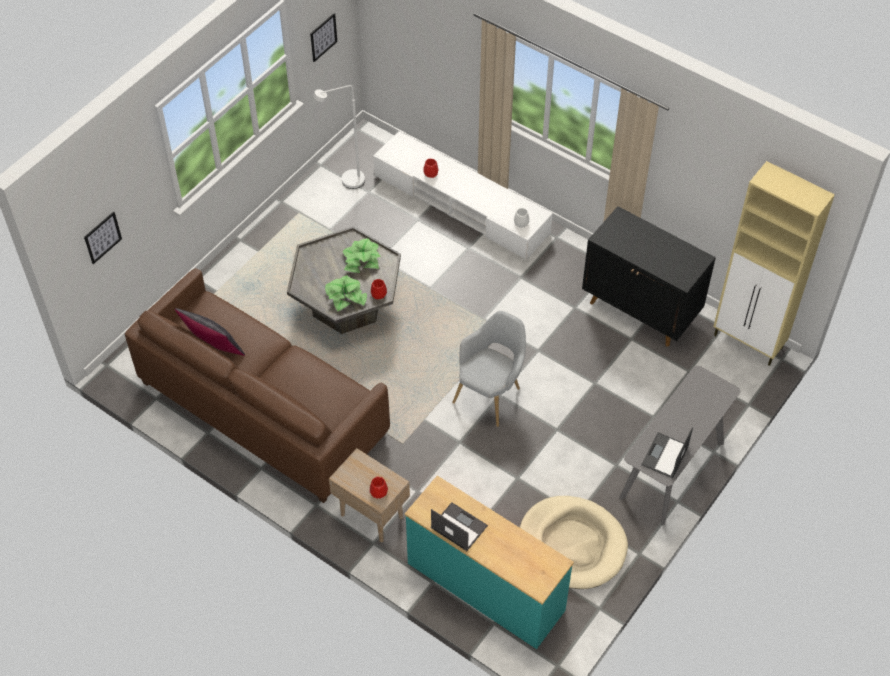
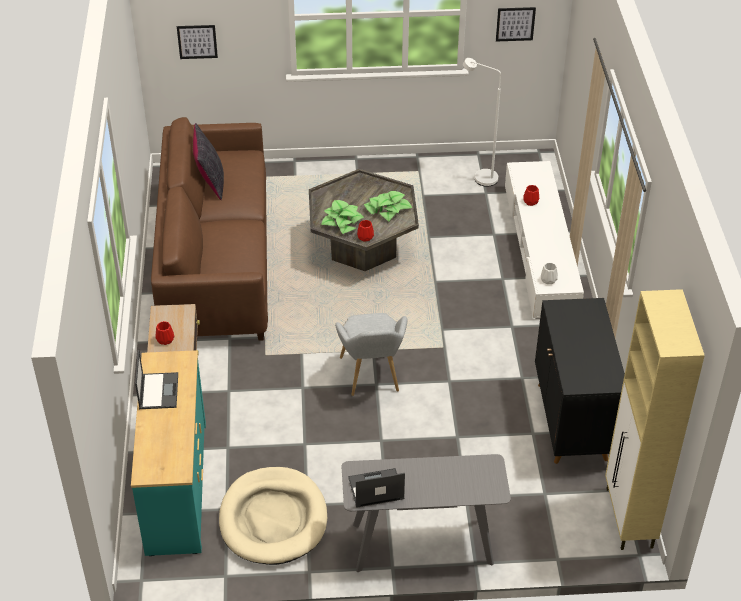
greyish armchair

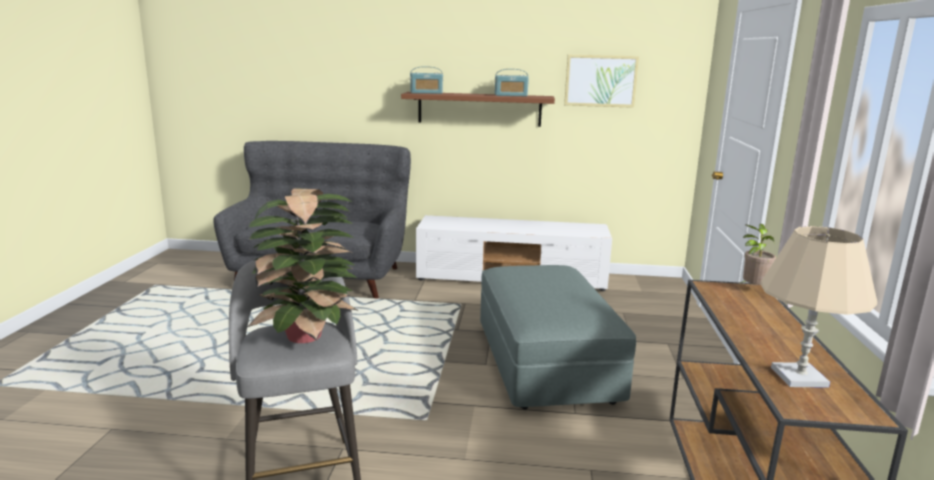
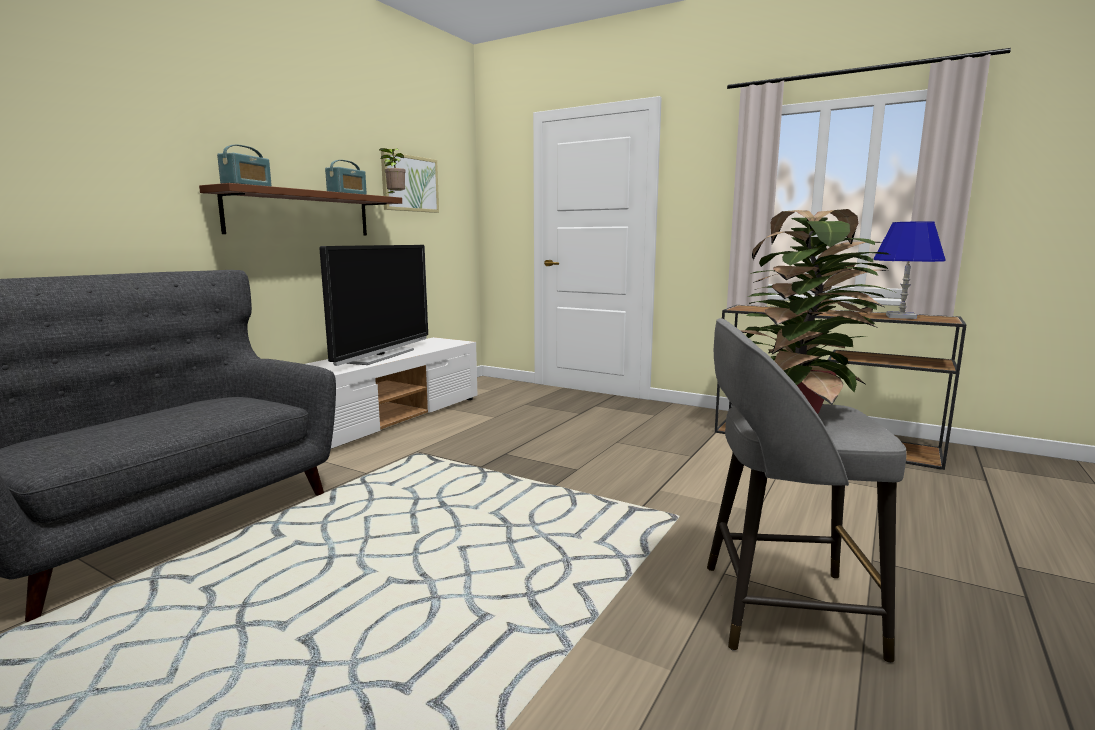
potted plant (1st from left); bluish lamp for a table; greyish pouffe; TV set

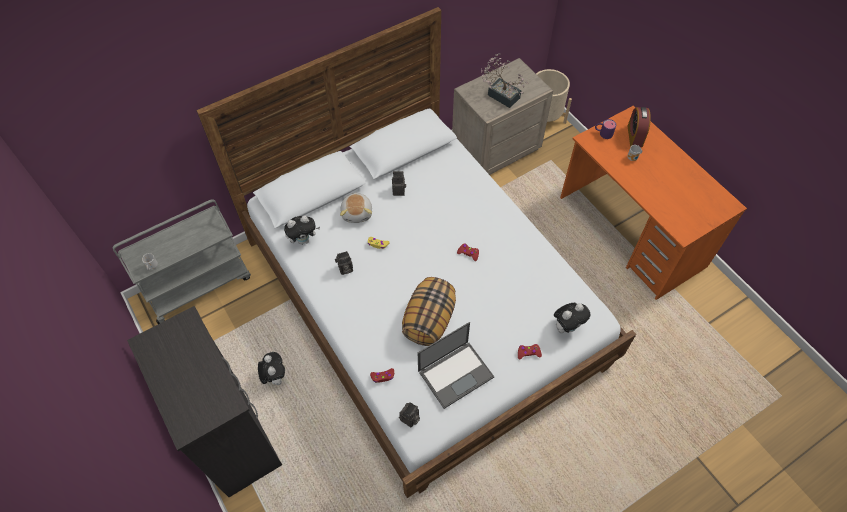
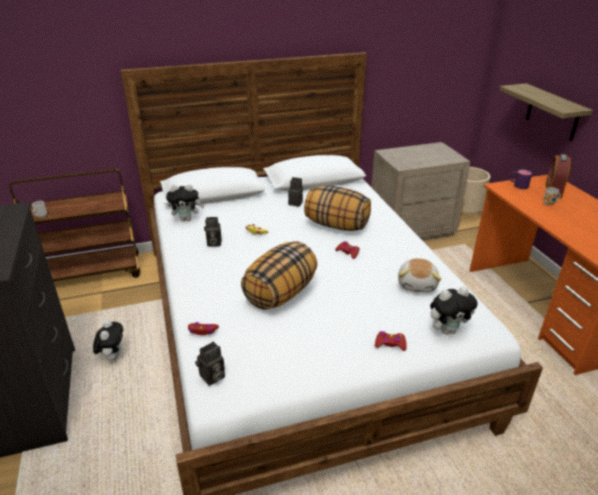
potted plant; cuddly toy (3rd from left); brownish trolley; notebook computer; bracket shelf; throw pillow (2nd from left)

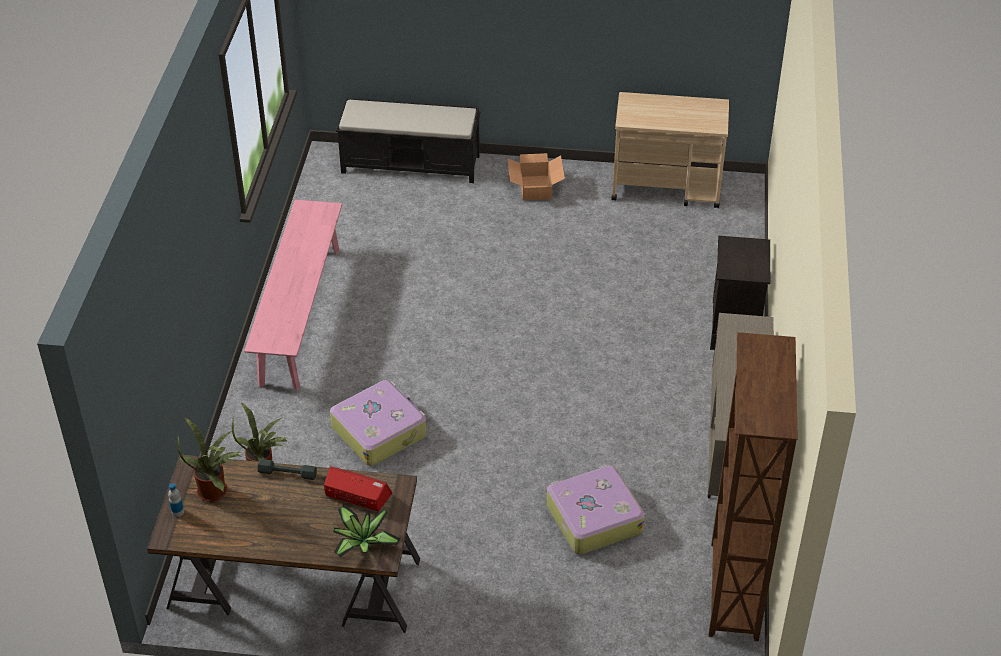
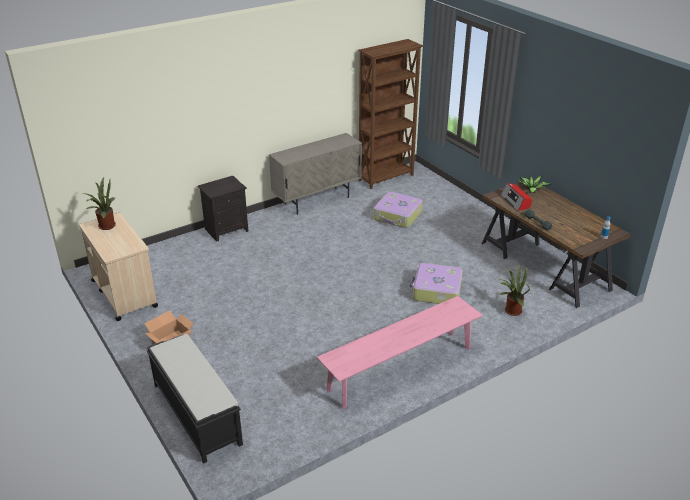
potted plant (1st from left)

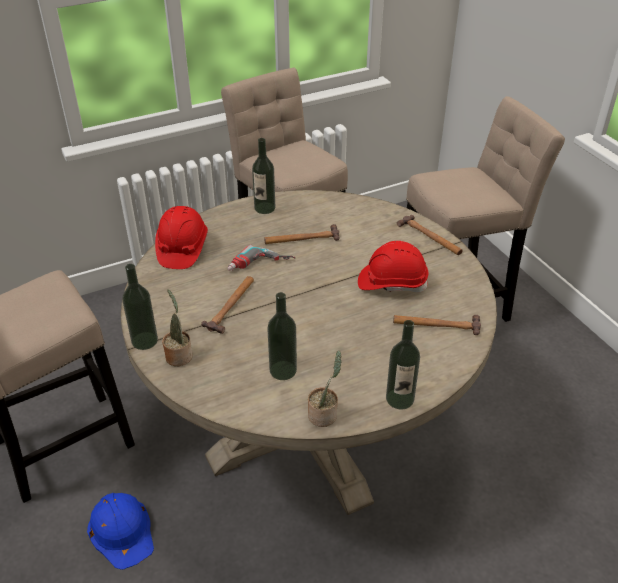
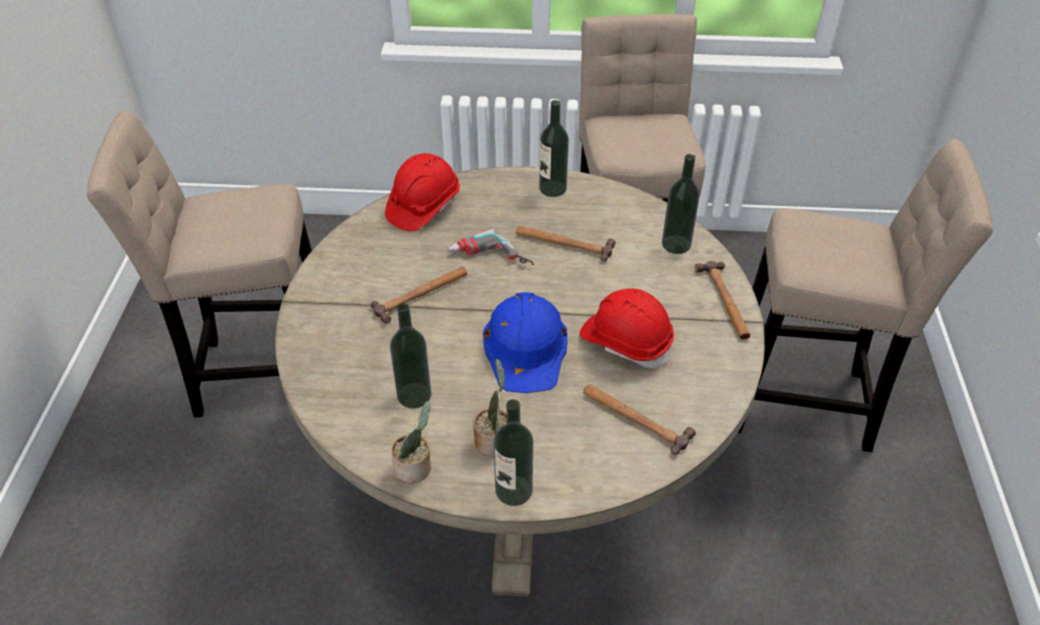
drink bottle (4th from left); potted plant (2nd from left); bluish safety helmet

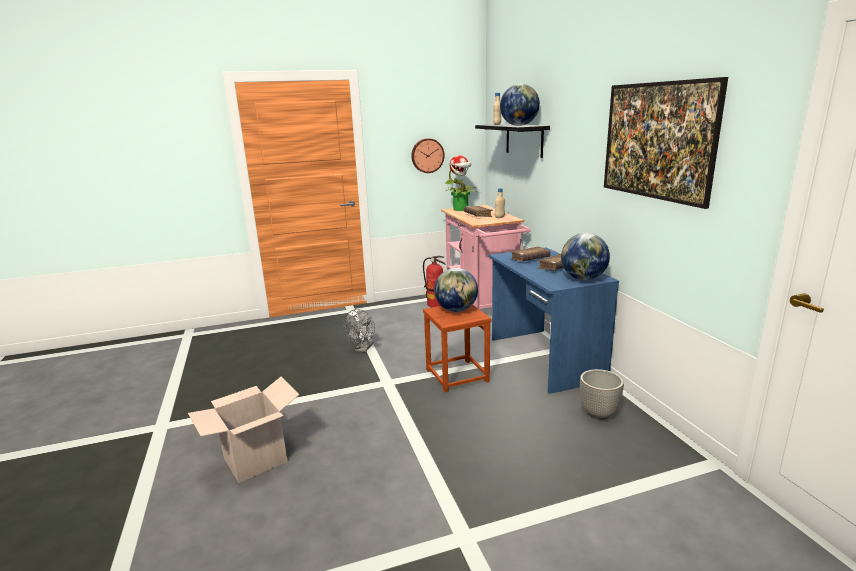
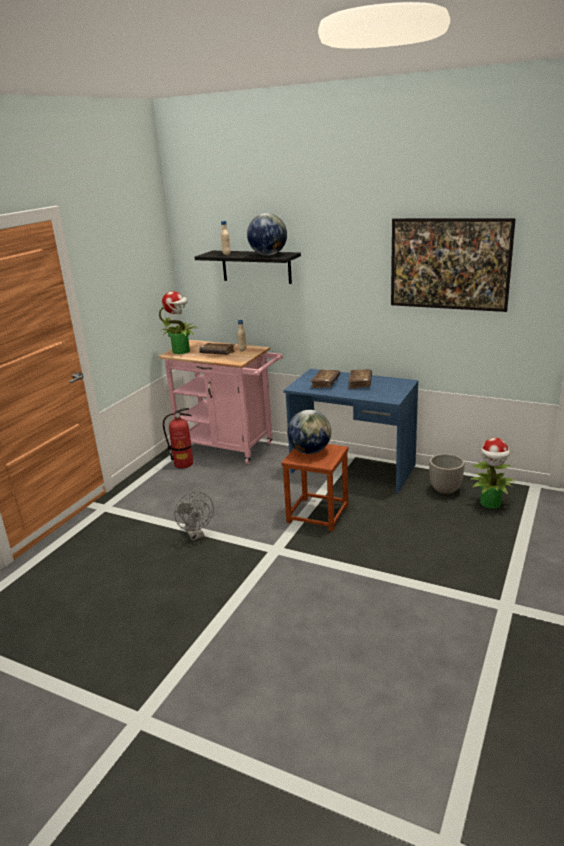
wall clock; world globe (3rd from left in the first image); packing box; potted plant (2nd from left)

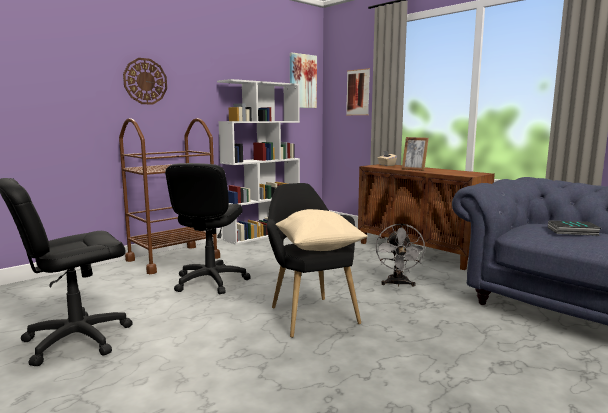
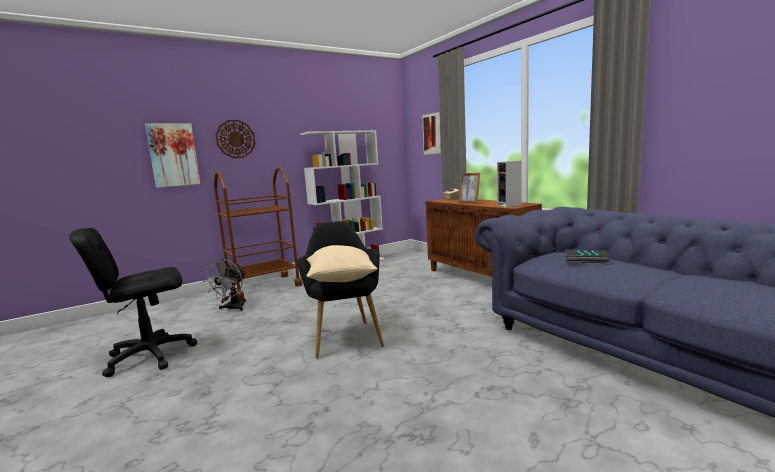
wall art (1st from left); black-coloured computer chair (2nd from left in the first image); greyish cooling fan; loudspeaker

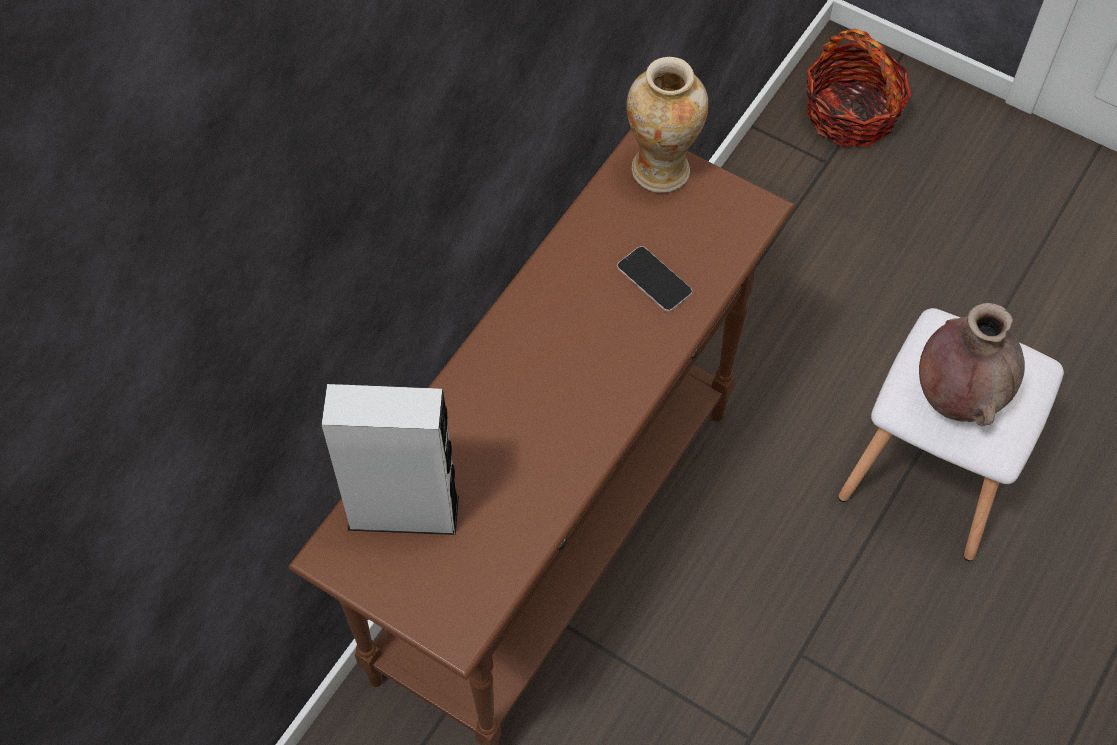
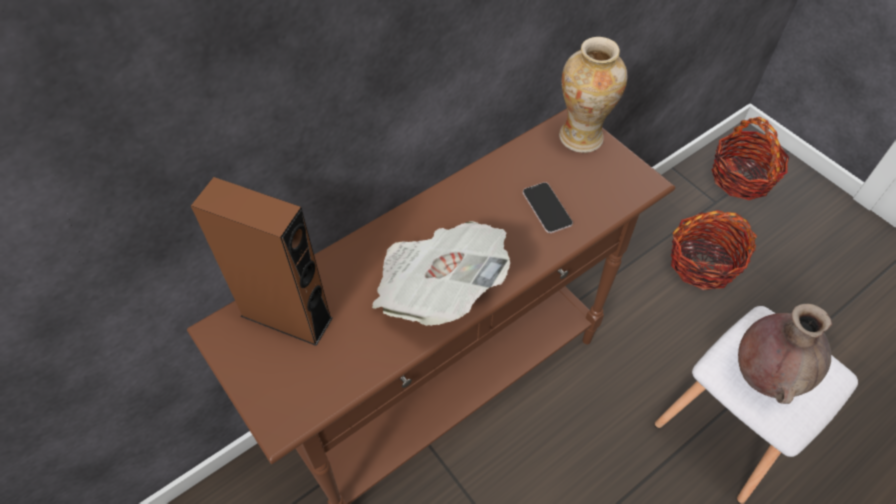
brownish loudspeaker; household basket (1st from left); newspaper

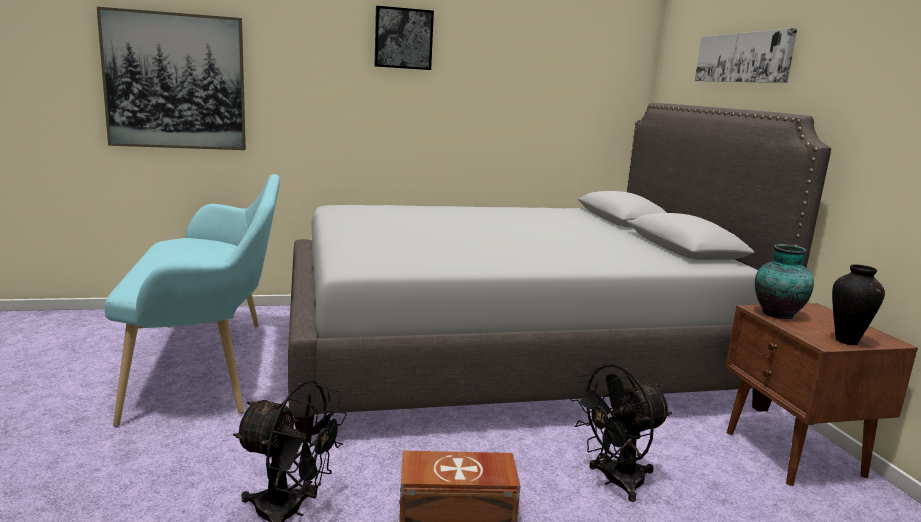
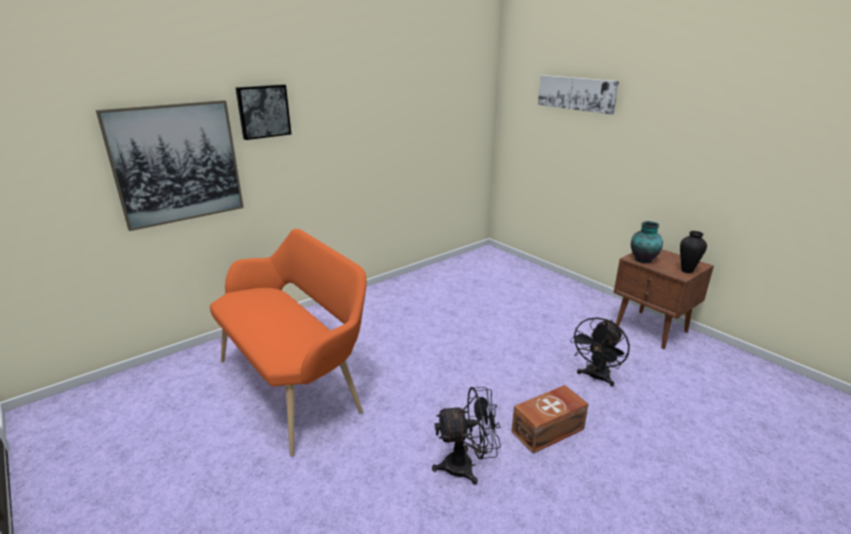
wall art (2nd from left); greyish sleeping bed; orange indoor bench

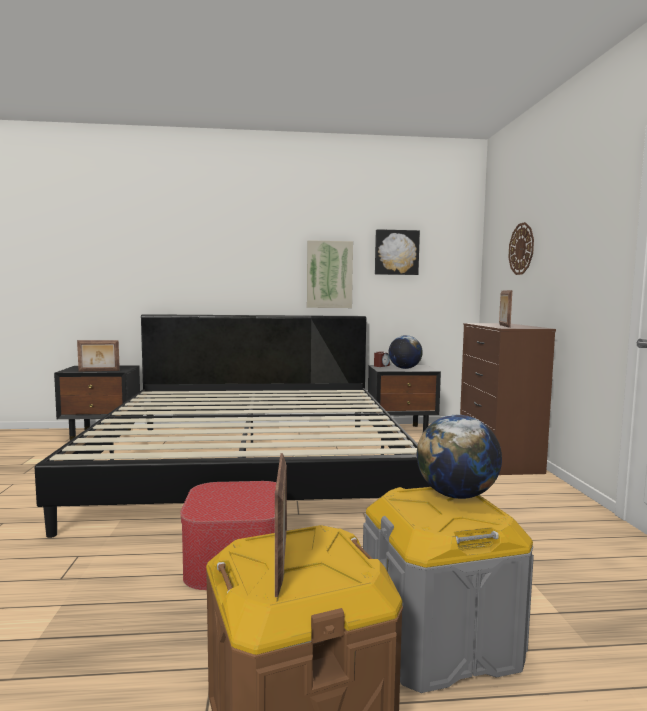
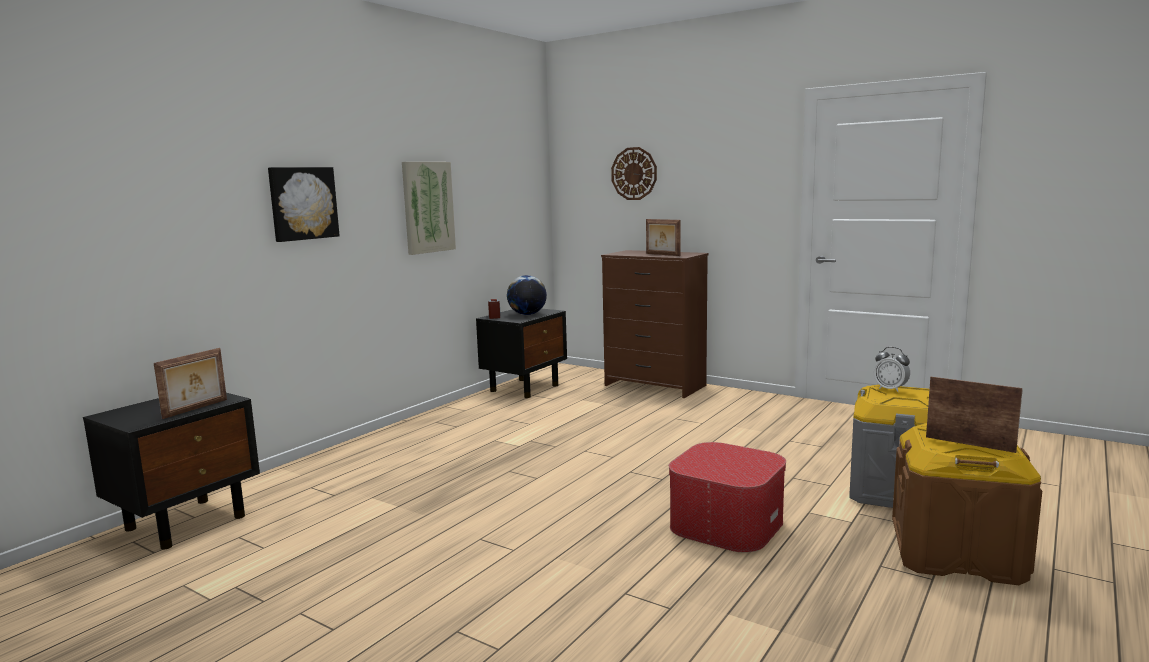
wall art (1st from left); sleeping bed; alarm clock (2nd from left)

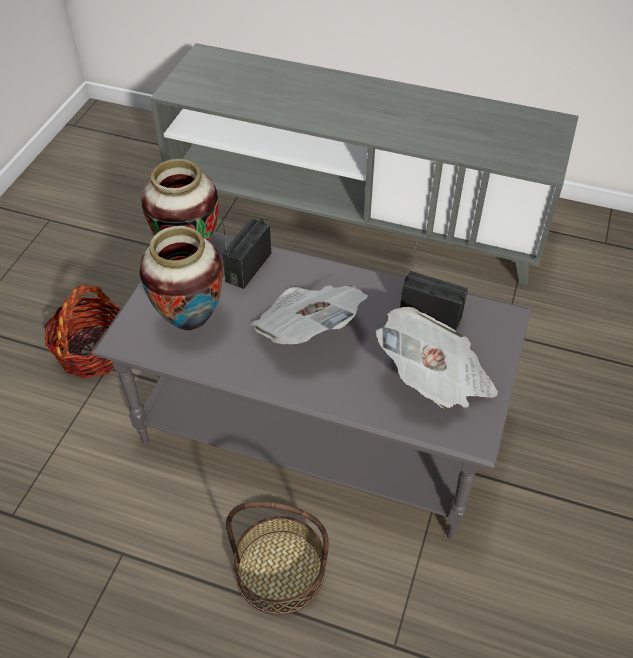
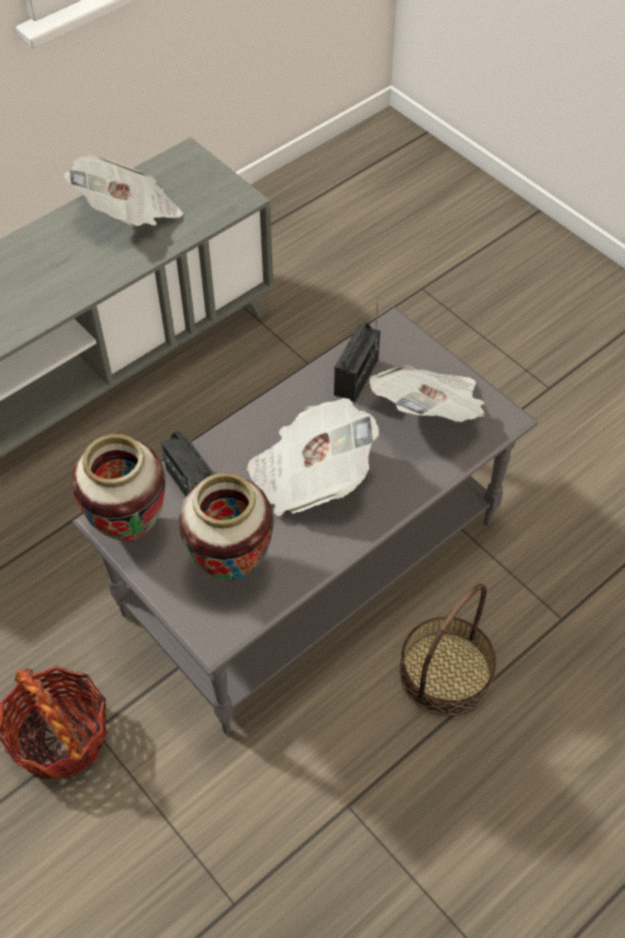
radio receiver (2nd from left); newspaper (1st from left)

